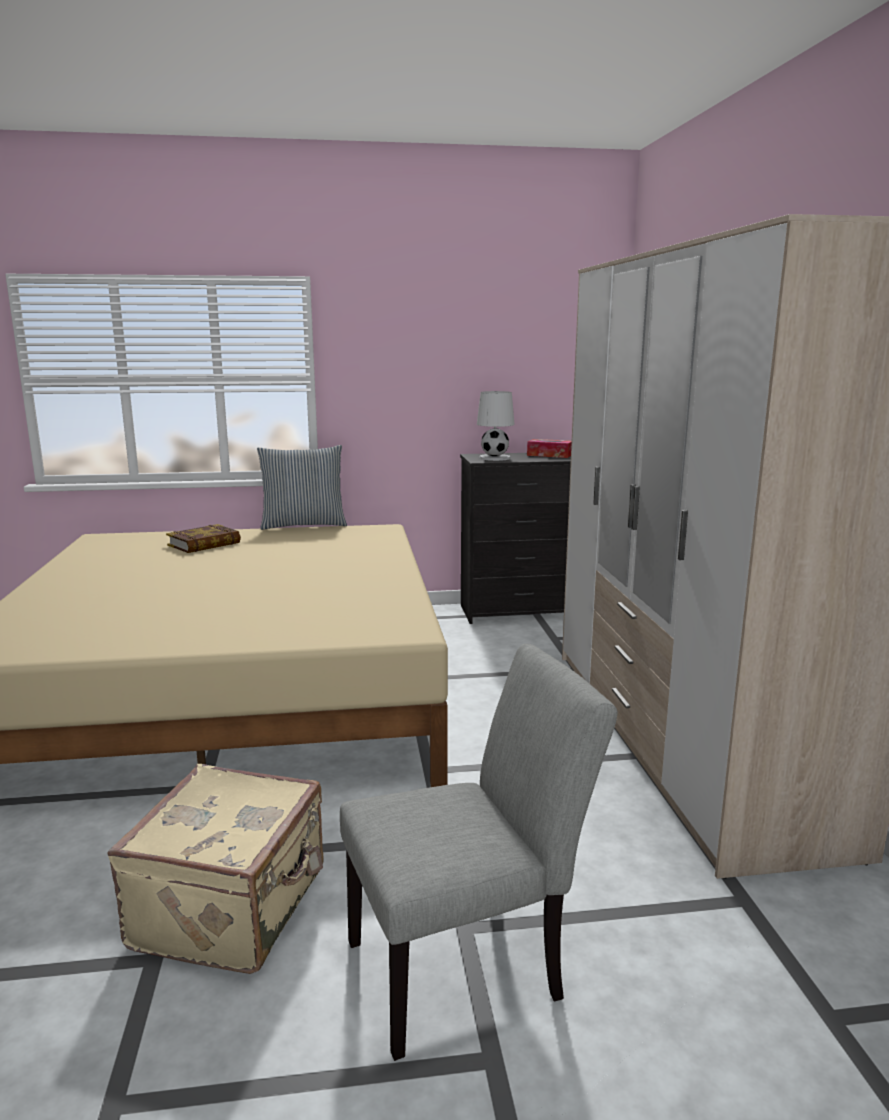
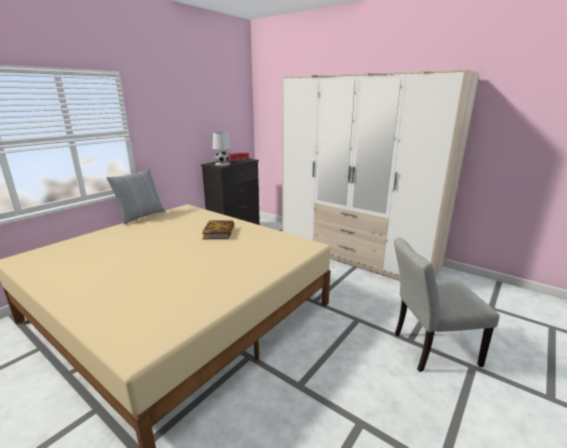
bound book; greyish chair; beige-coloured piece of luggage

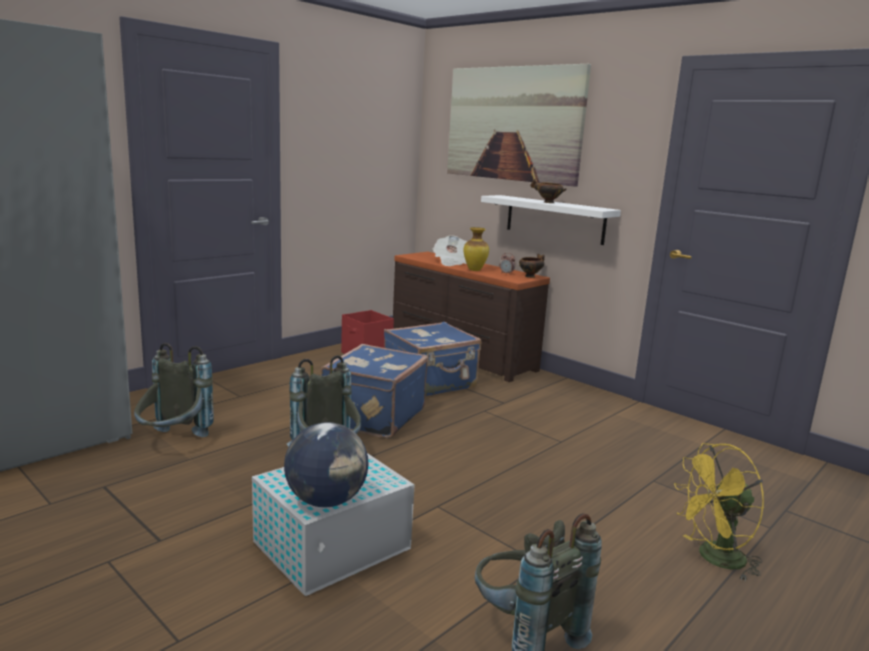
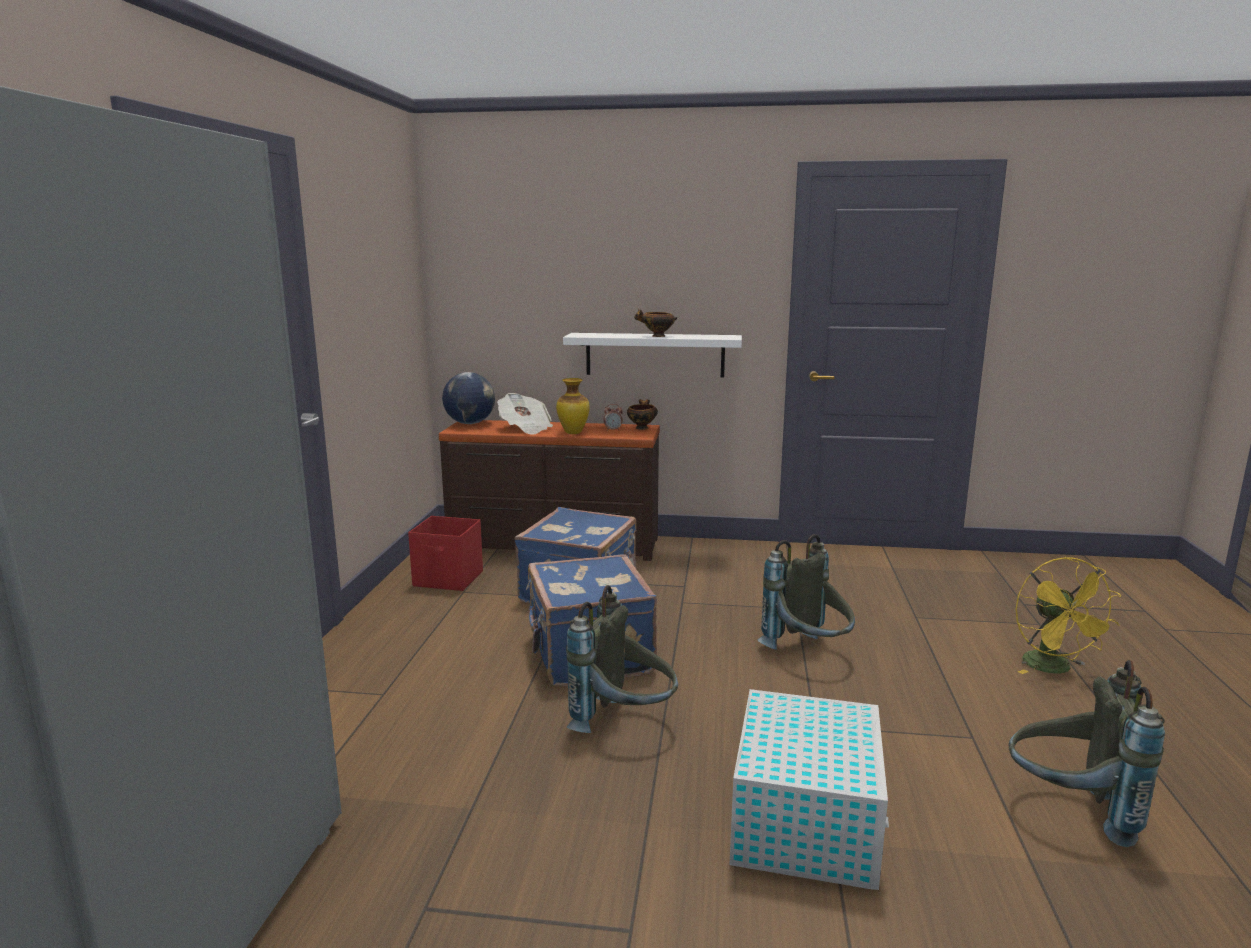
wall art; greyish rucksack (2nd from left); world globe; yellow cooling fan

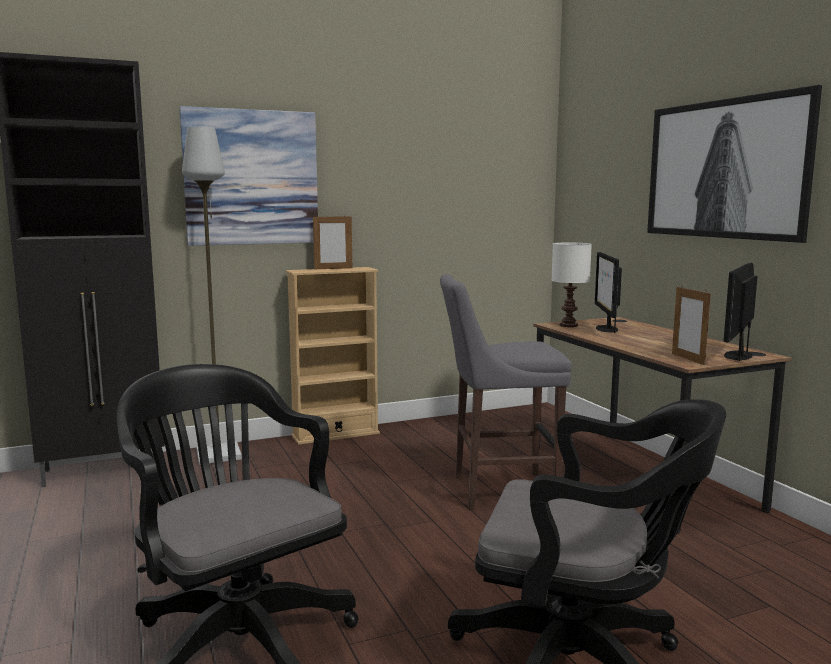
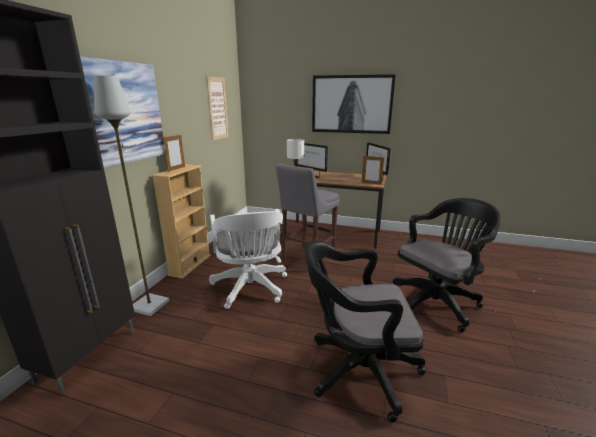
wall art (2nd from left); whitish computer chair

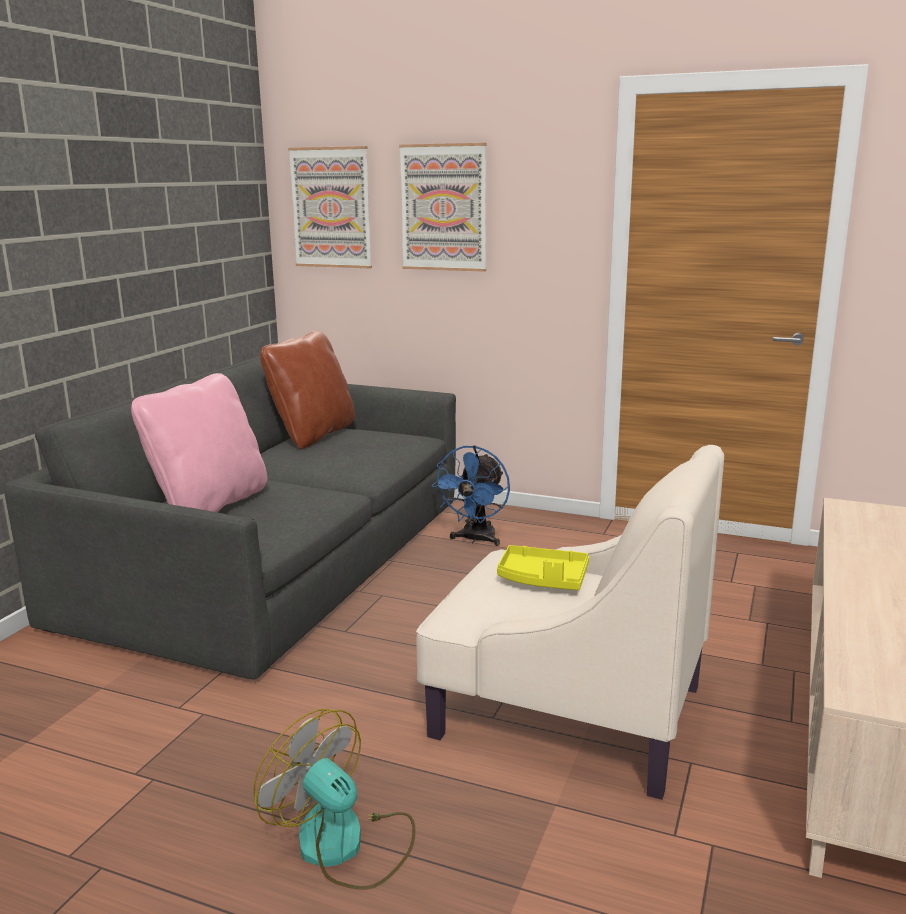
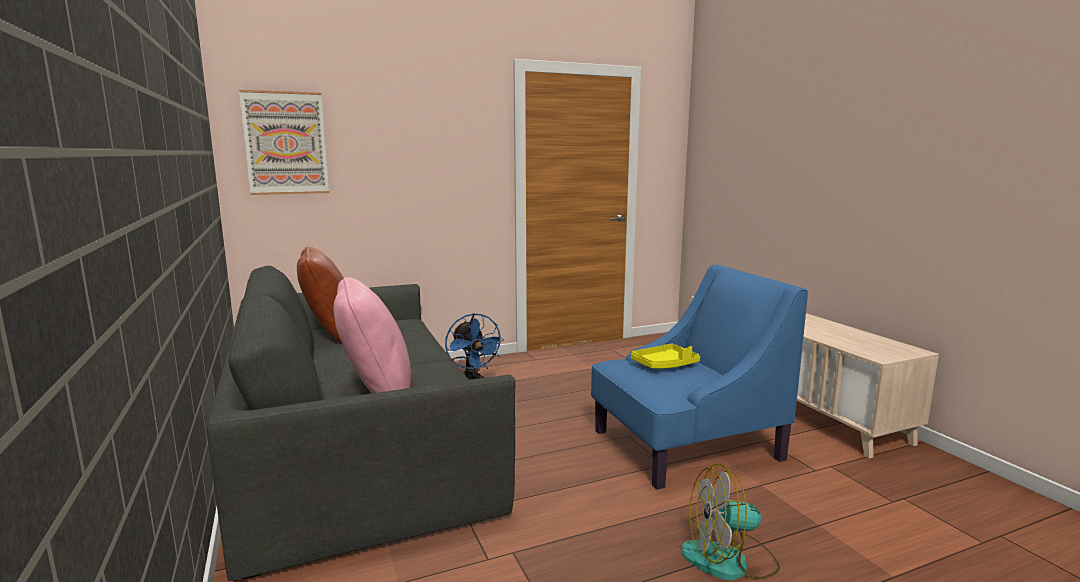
wall art (2nd from left in the first image); bluish armchair

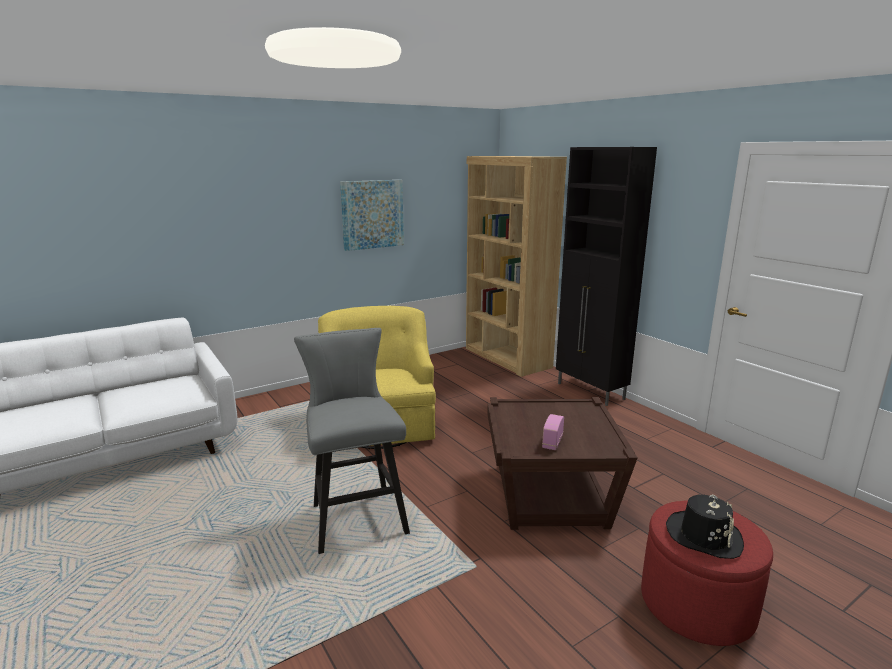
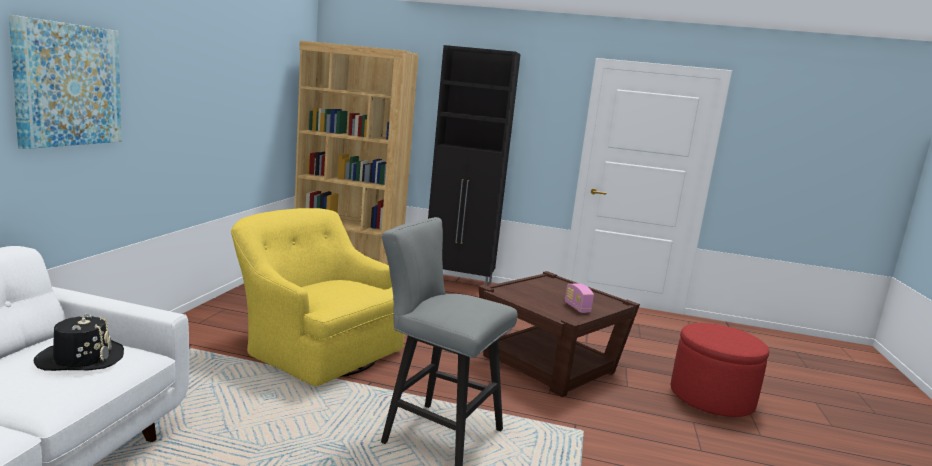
wall art; black-coloured clothing hat

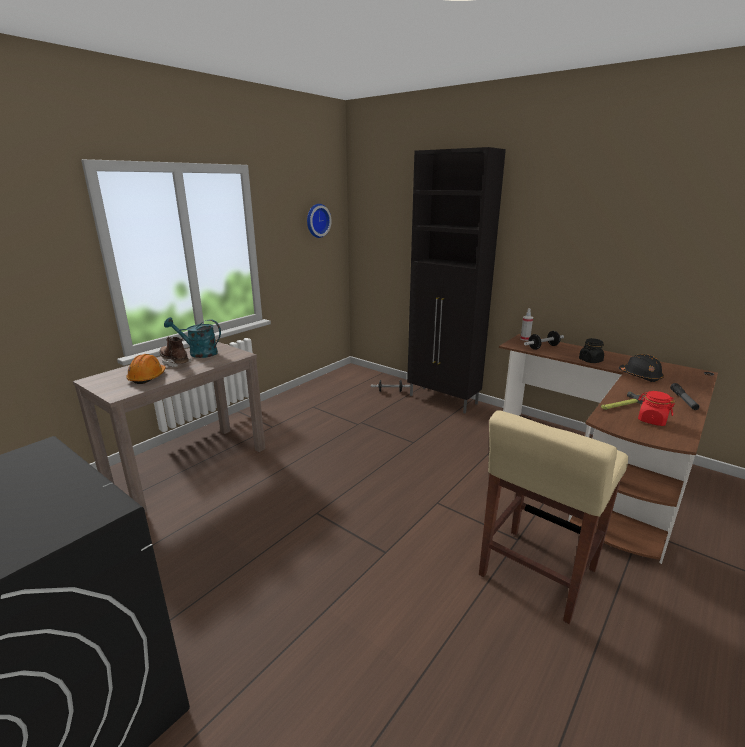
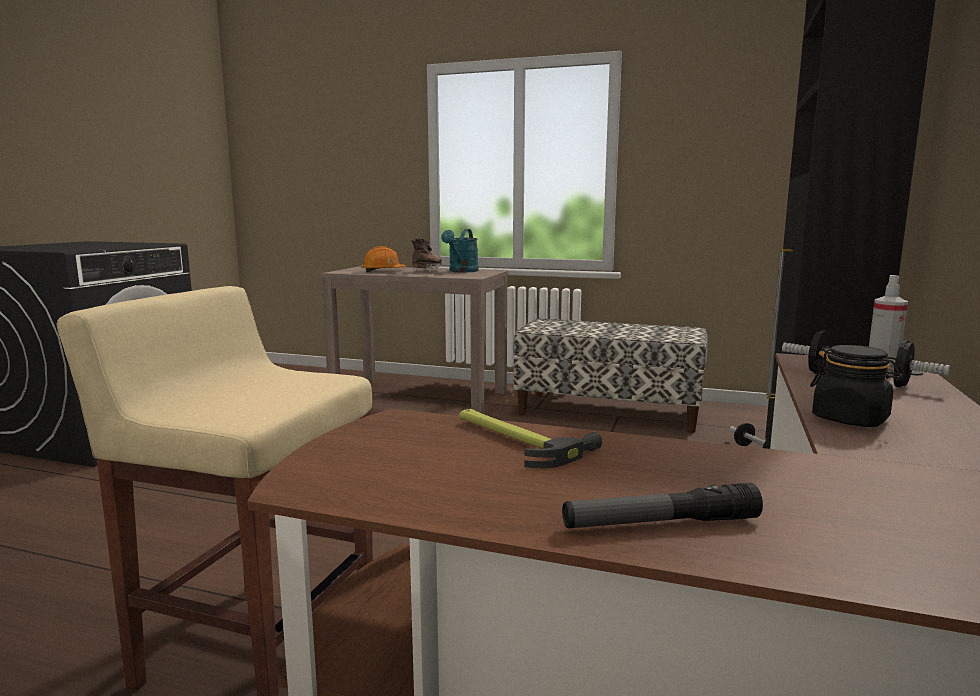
wall clock; turquoise watering pot; black-coloured safety helmet; reddish preserve jar; indoor bench

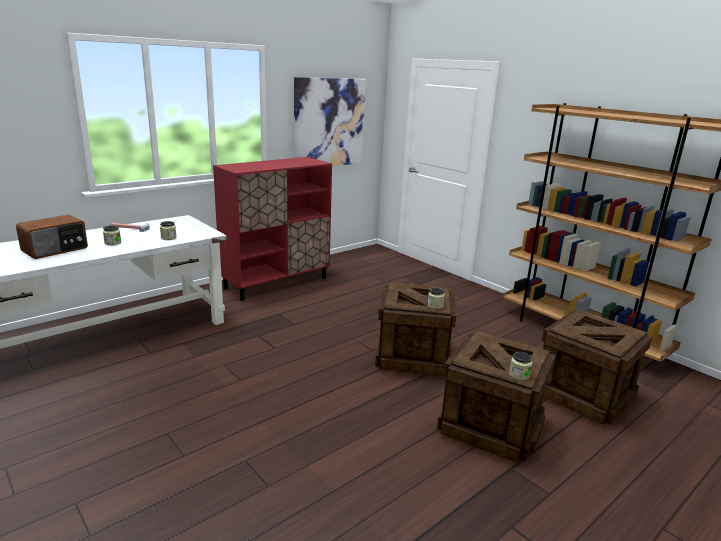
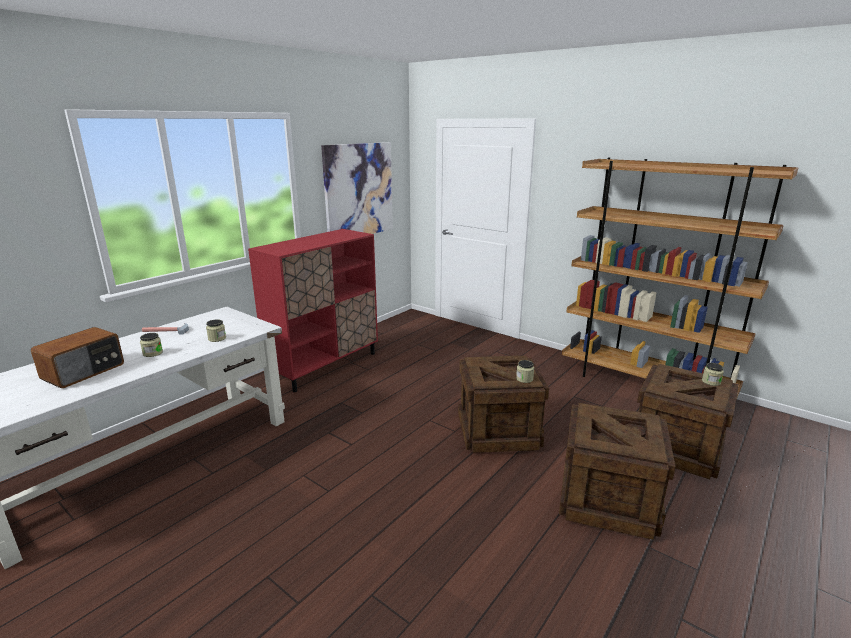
preserve jar (4th from left)

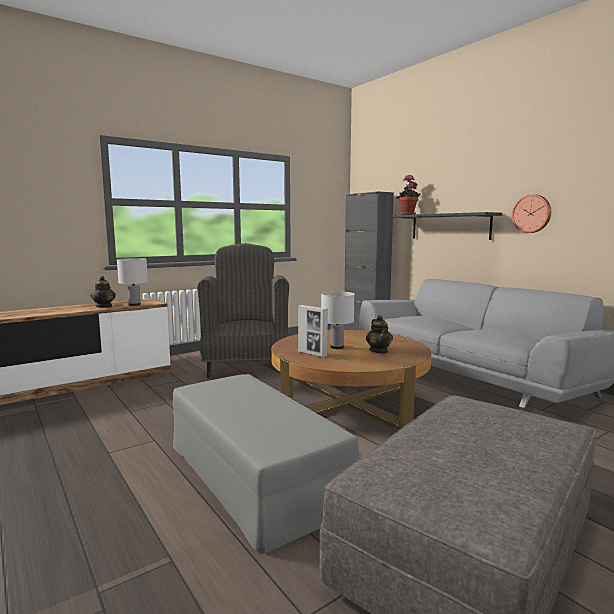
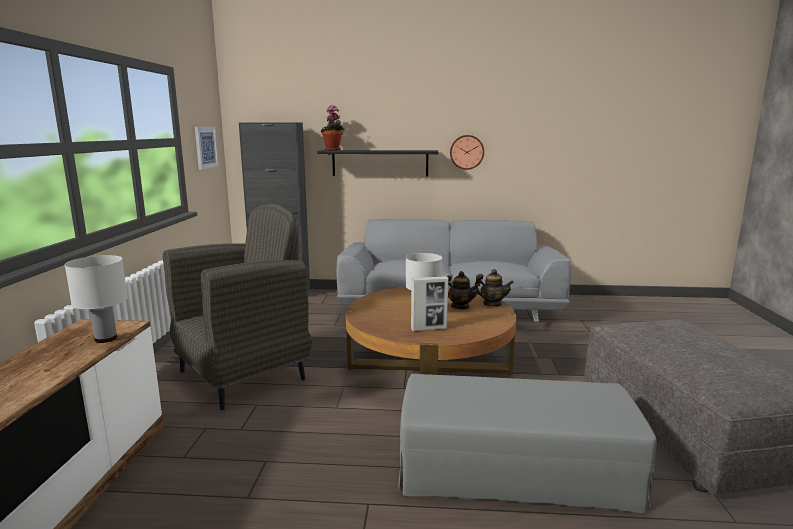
greyish armchair; teapot (2nd from left); wall art

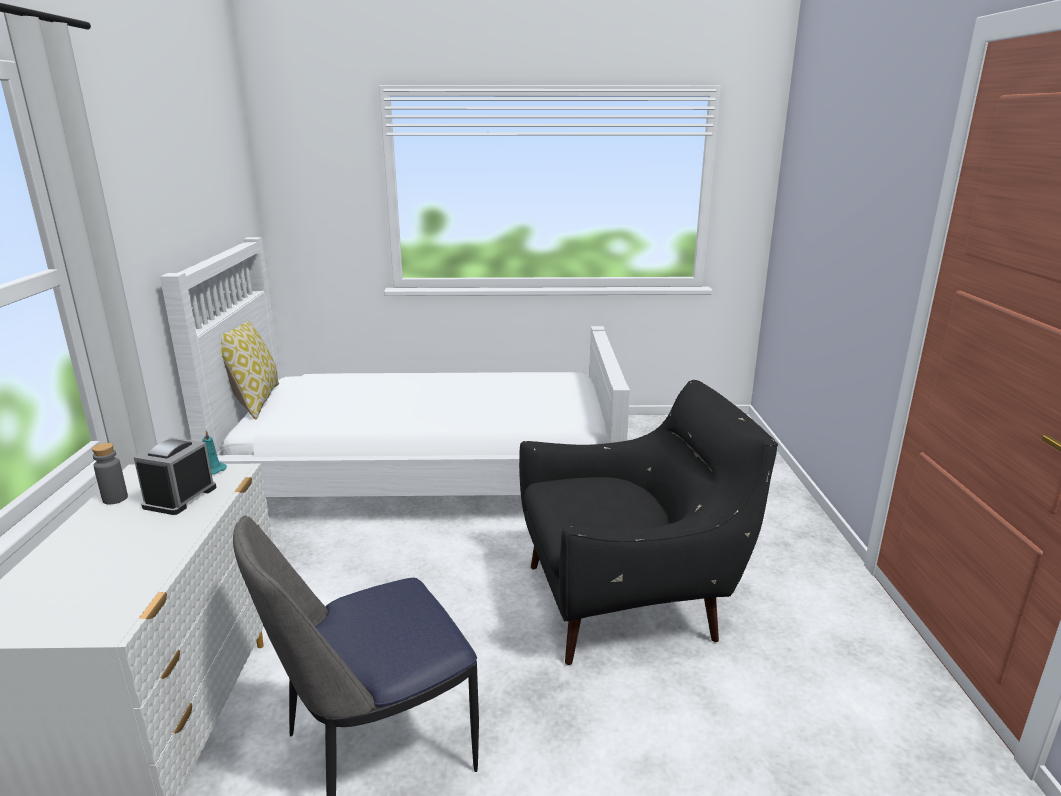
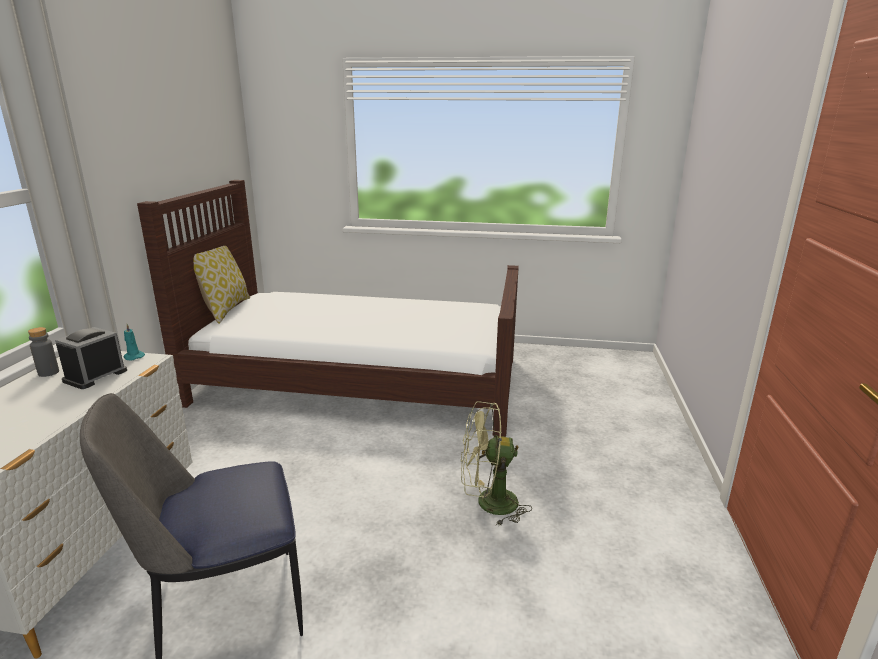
brownish sleeping bed; greenish cooling fan

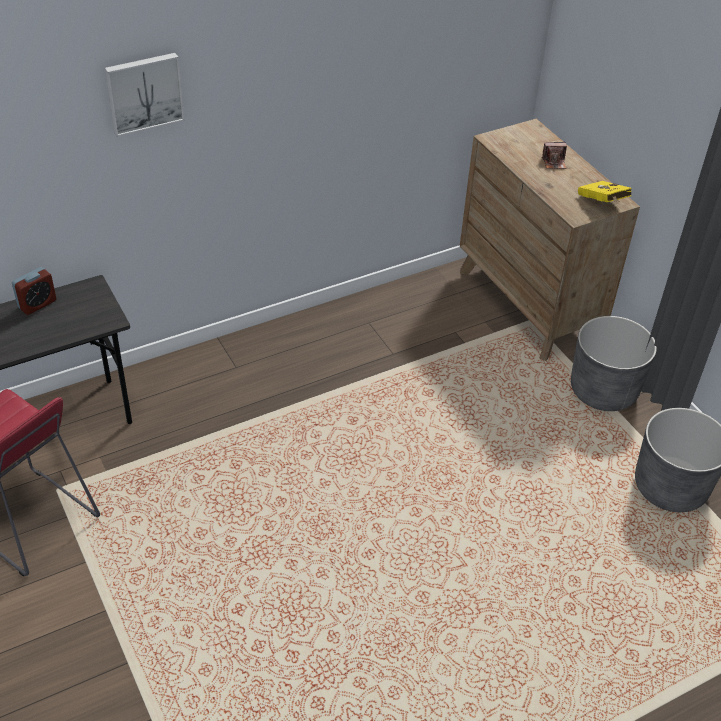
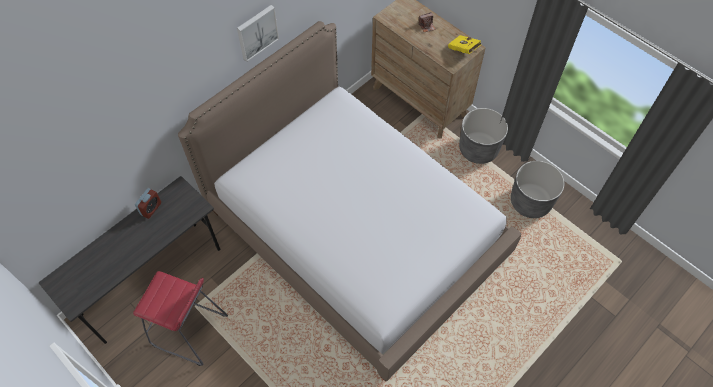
wall art; sleeping bed

